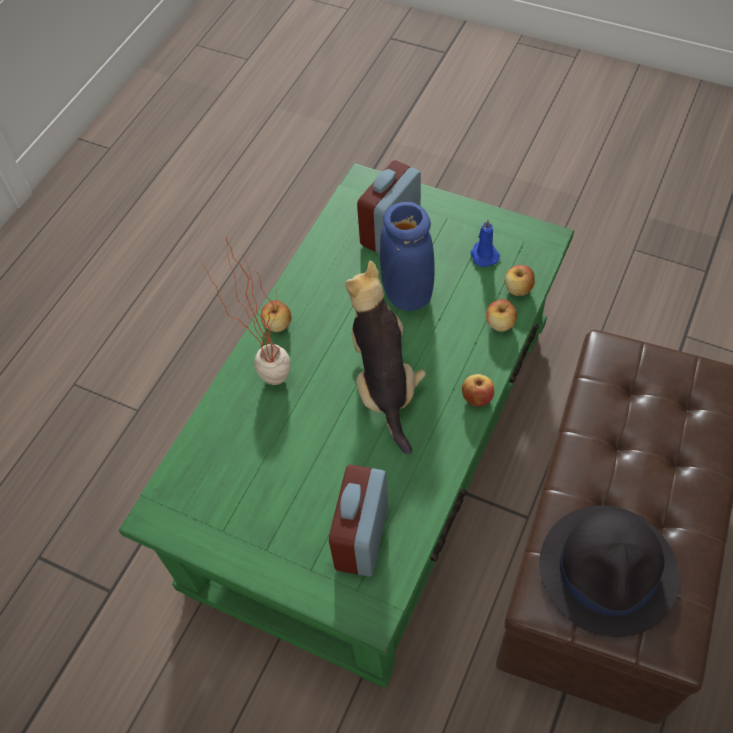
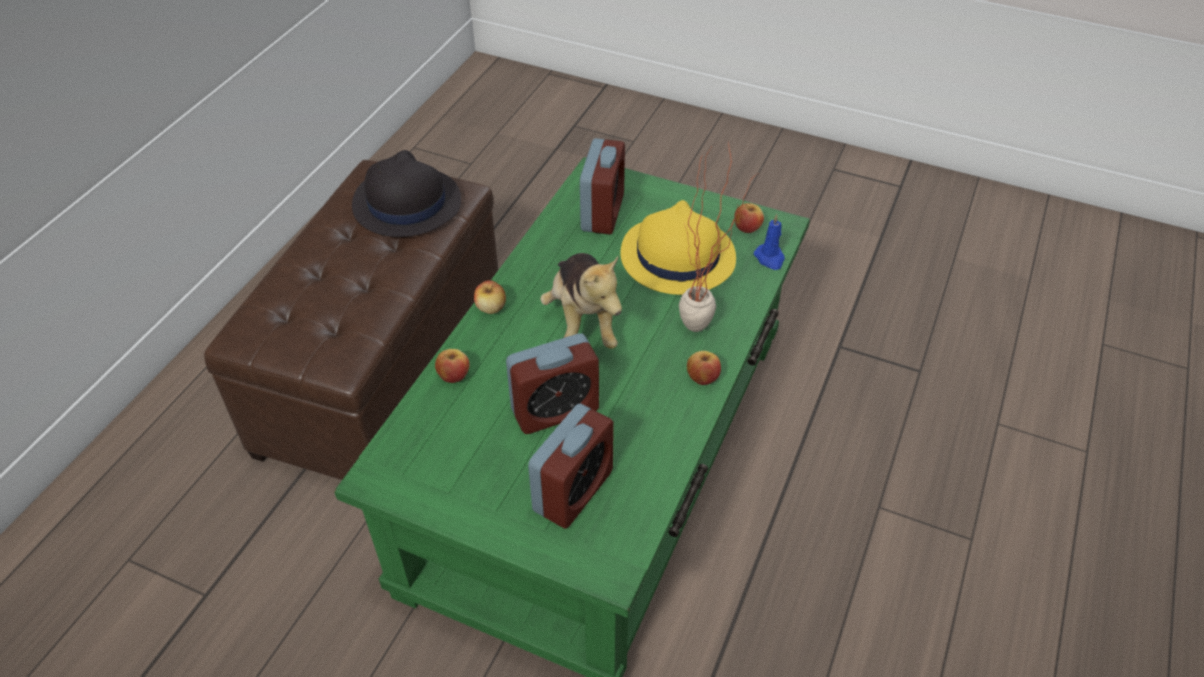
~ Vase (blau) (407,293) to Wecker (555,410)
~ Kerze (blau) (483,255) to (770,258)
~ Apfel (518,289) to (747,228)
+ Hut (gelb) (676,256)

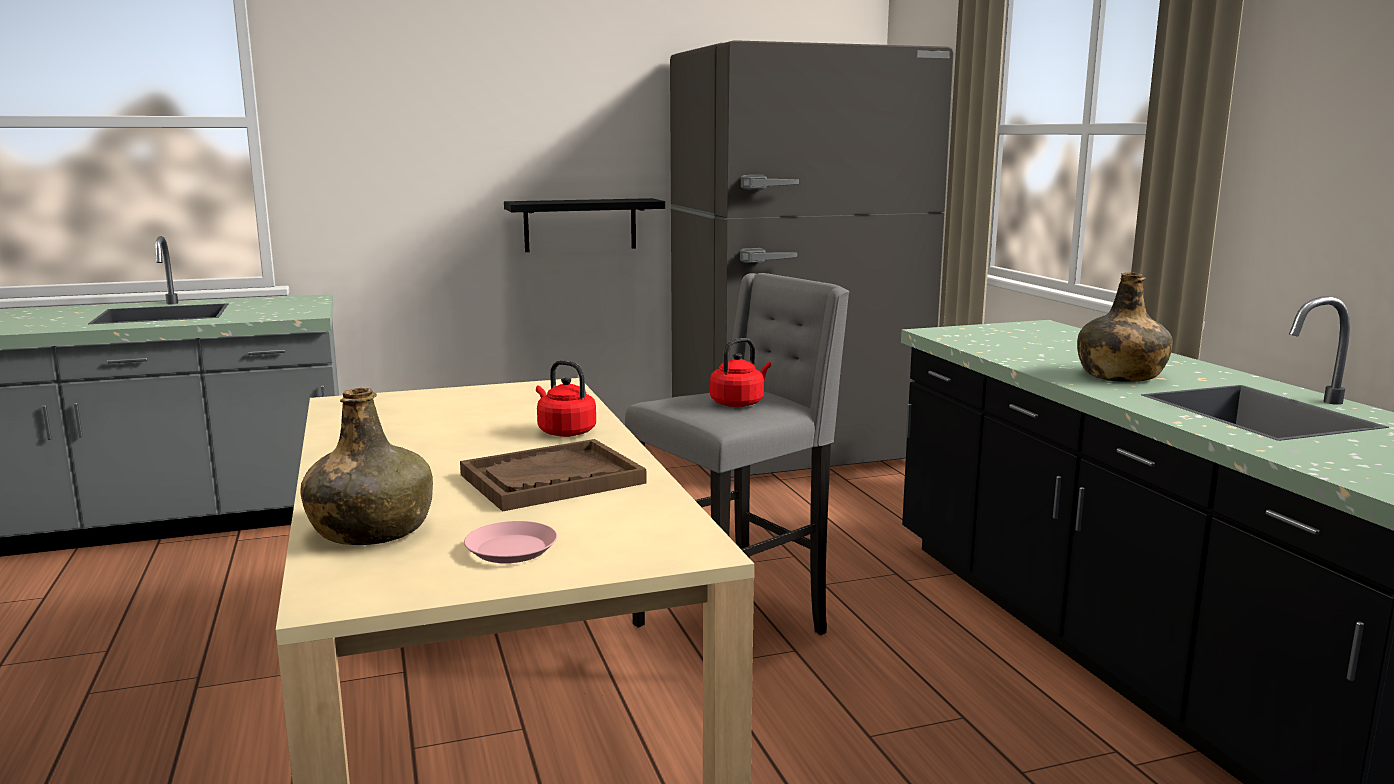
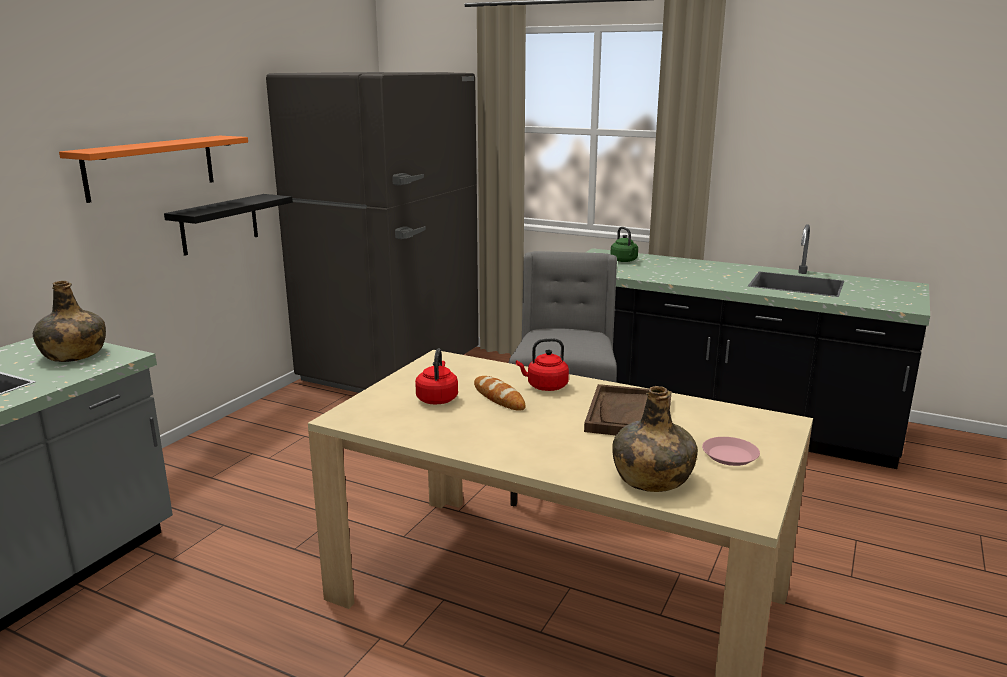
~ Flasche (grün) (1119,376) to (73,355)
~ Wasserkessel (rot) (739,403) to (437,398)
+ Wandregal (orange) (151,167)
+ Wasserkessel (grün) (624,261)
+ Brot (498,397)

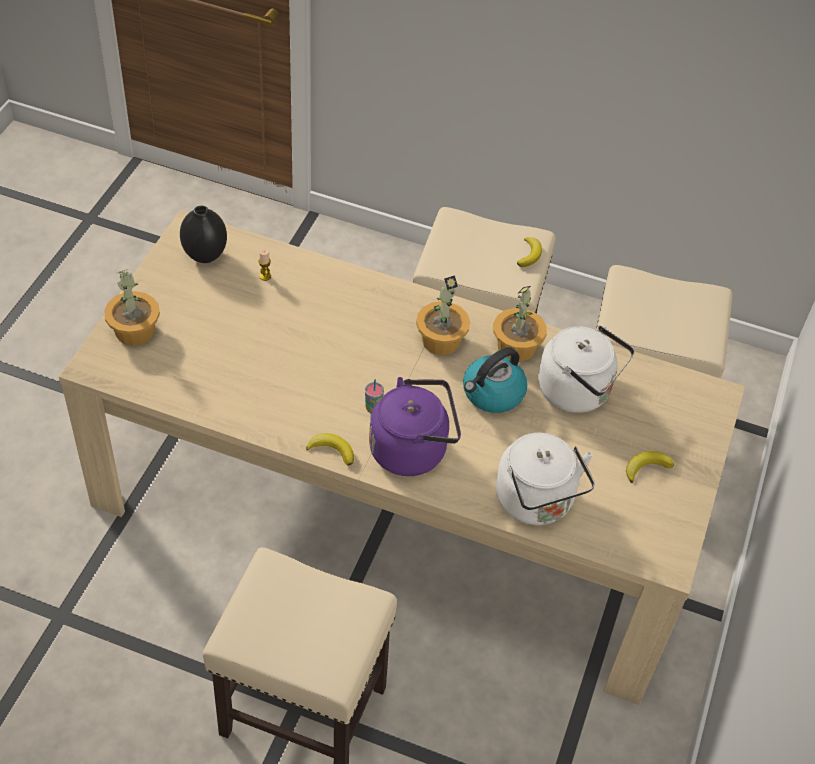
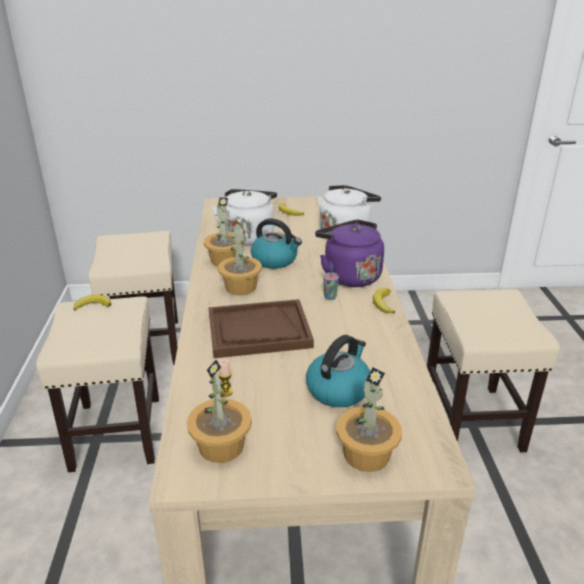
~ Vase (schwarz) (204,256) to Topfpflanze (222,445)
+ Tablett (braun) (258,331)
+ Wasserkessel (338,389)

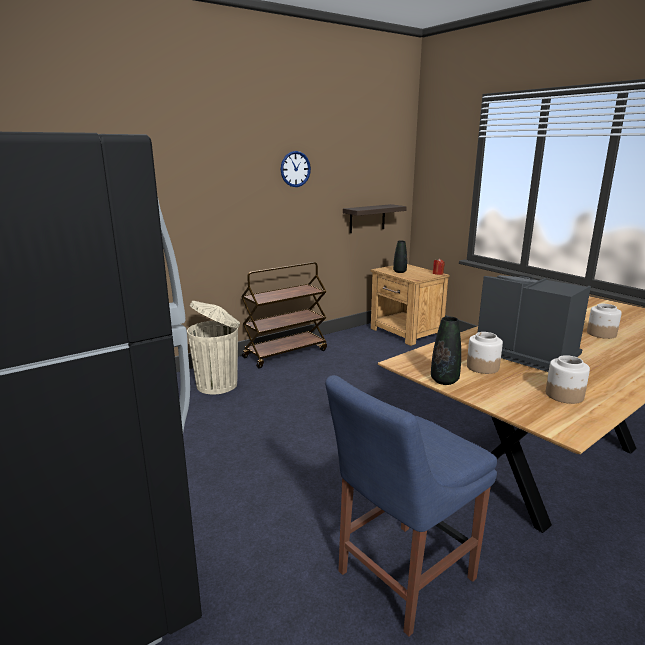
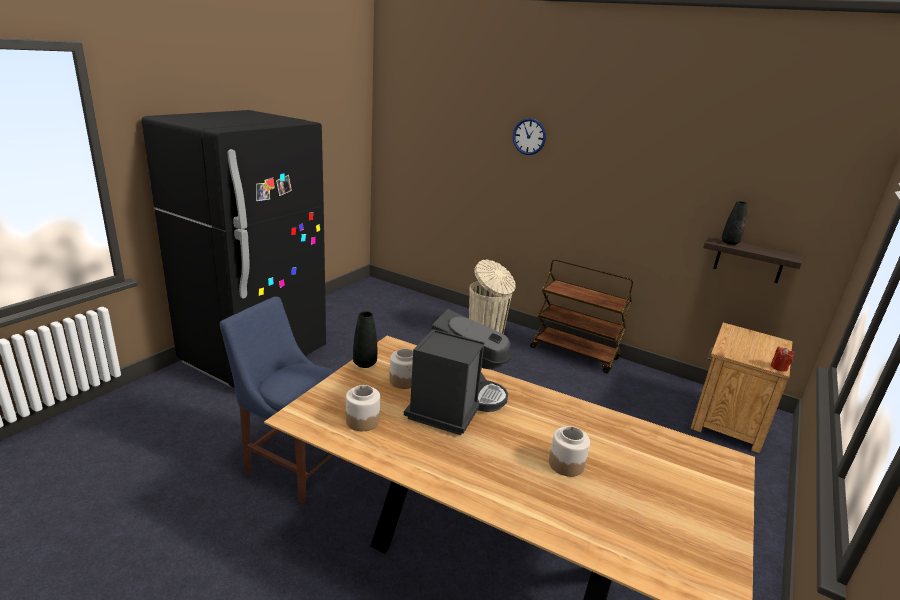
~ Wanduhr (295,169) to (529,136)
~ Vase (schwarz) (399,272) to (730,242)

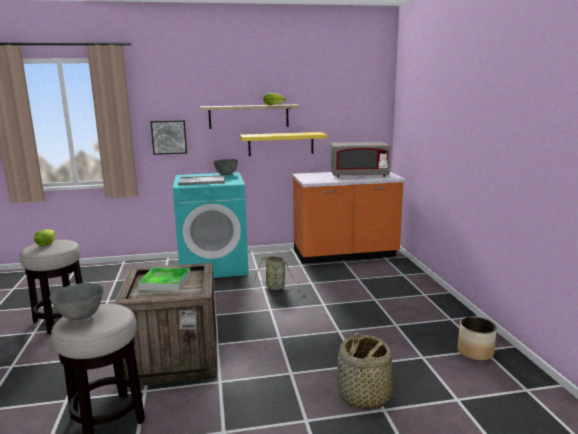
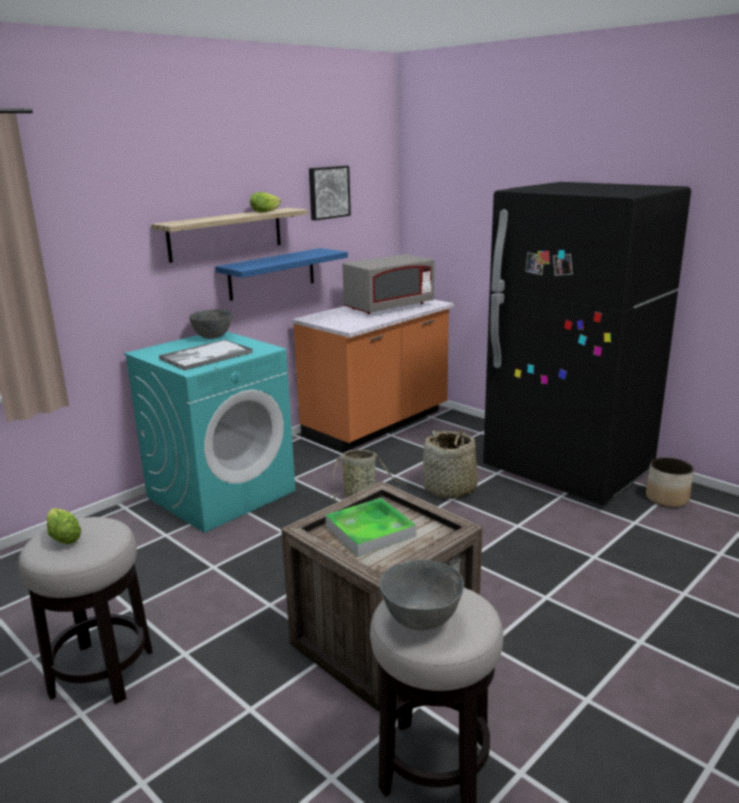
~ Bild (169,137) to (328,192)
~ Wandregal (gelb) (281,144) to Wandregal (blau) (272,274)
~ Korb (364,396) to (450,489)
+ Kühlschrank (schwarz) (567,471)

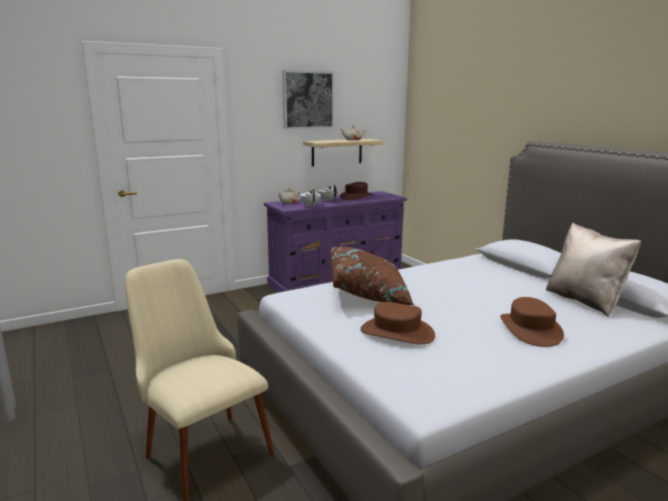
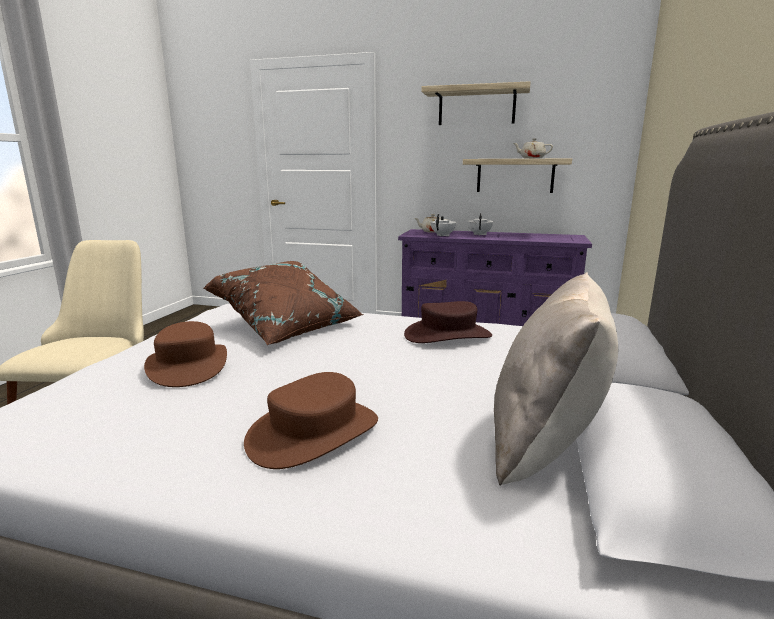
~ Bild (308,100) to Wandregal (476,106)
~ Hut (braun) (356,197) to (447,335)

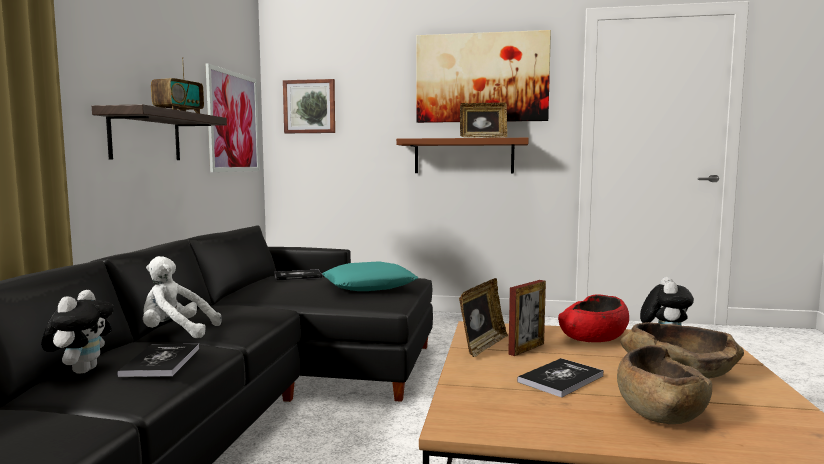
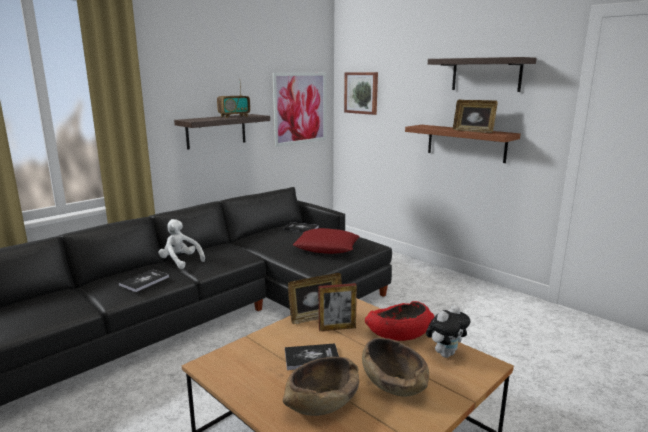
~ Bild (481,78) to Wandregal (486,74)
~ Kissen (türkis) (369,285) to Kissen (rot) (327,247)
- Plüschtier (82,370)

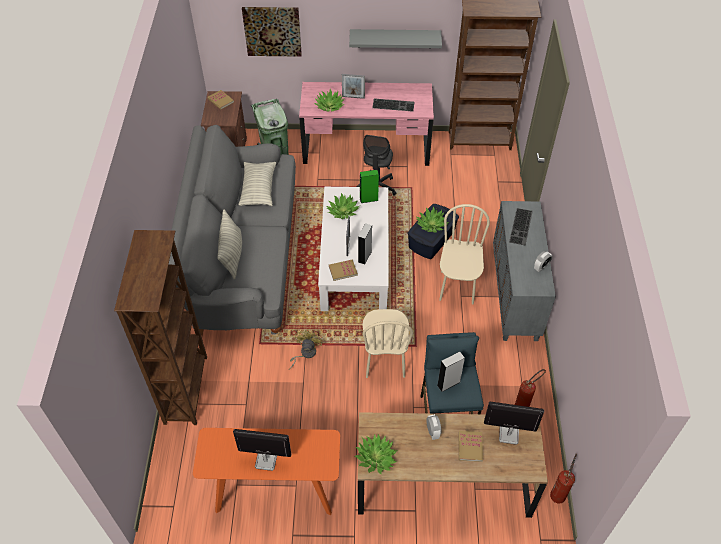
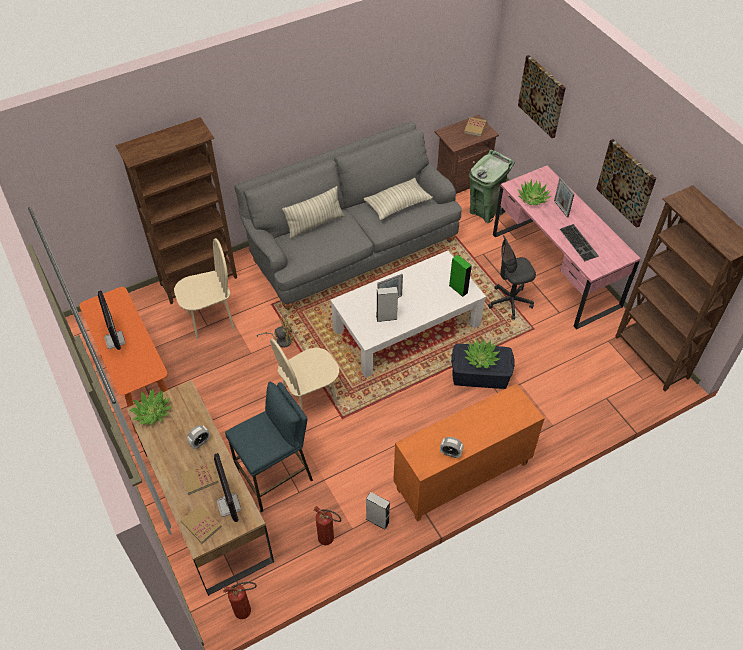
~ Wandregal (grau) (395,38) to Bild (626,183)
- Topfpflanze (343,211)
~ Schrank (grau) (515,295) to Schrank (orange) (462,477)
~ Stuhl (beige) (457,287) to (211,321)
- Tastatur (521,227)
~ Buch (343,271) to (201,524)
~ Lautsprecher (grau) (448,383) to (377,521)

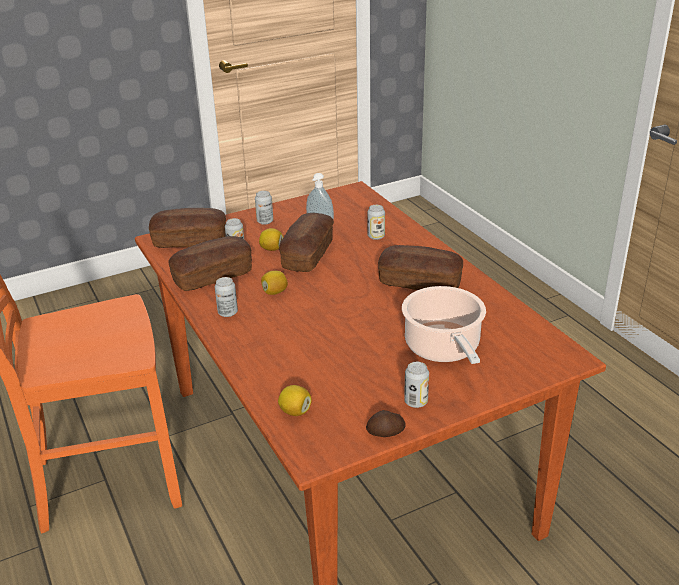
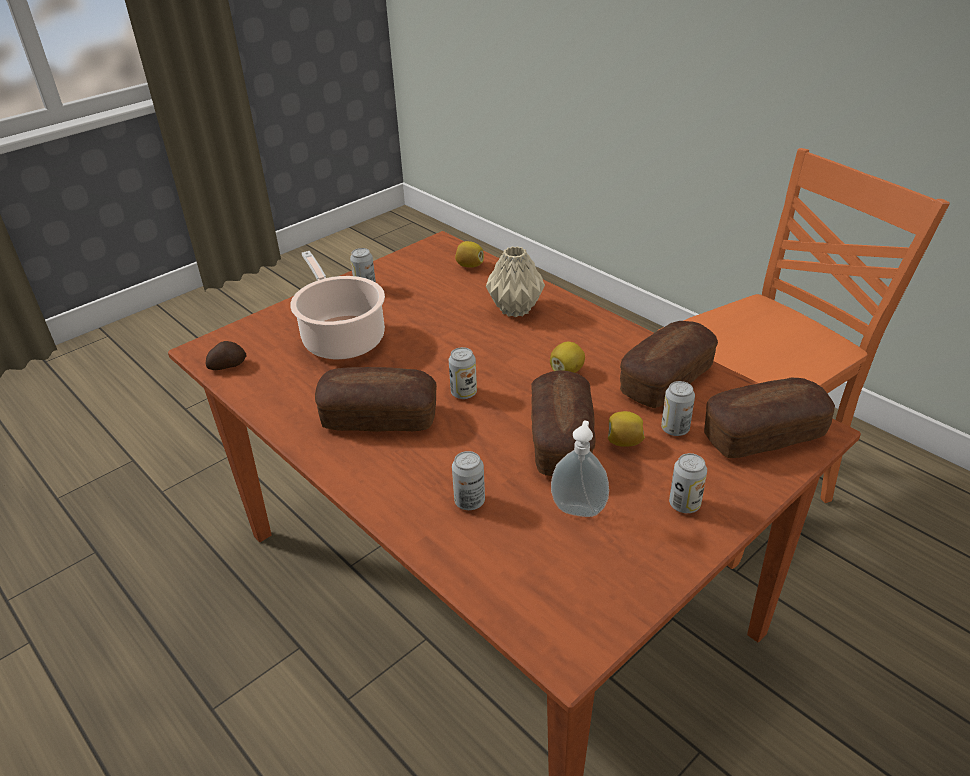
~ Dose (227,312) to (464,393)
~ Kartoffel (386,433) to (227,365)
+ Vase (beige) (514,310)

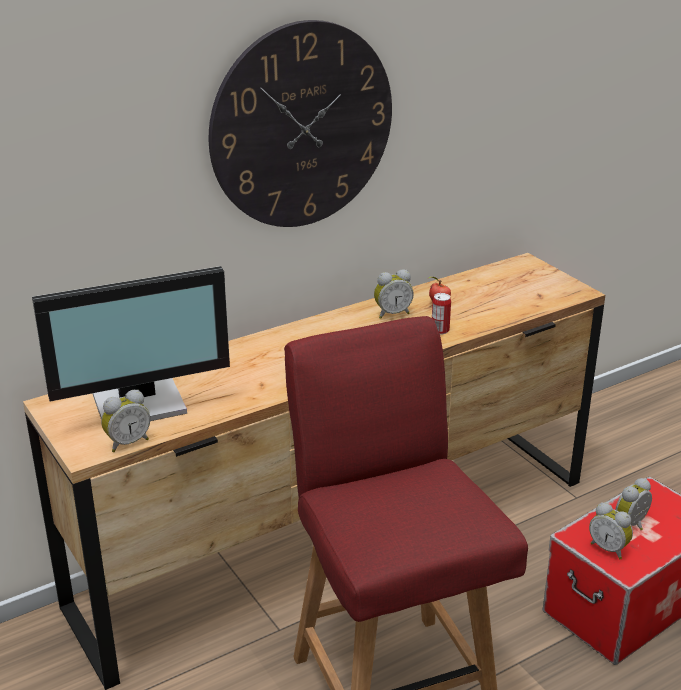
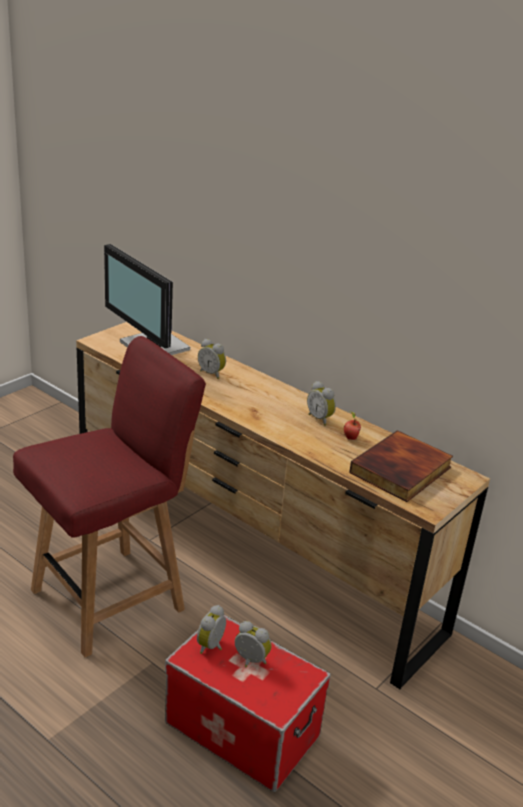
- Wanduhr (302,126)
- Dose (440,330)
~ Wecker (127,442) to (212,373)
+ Buch (402,471)

